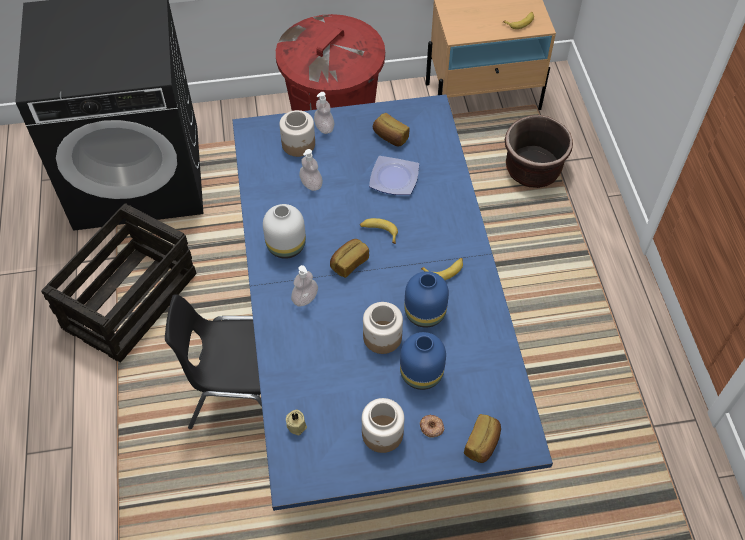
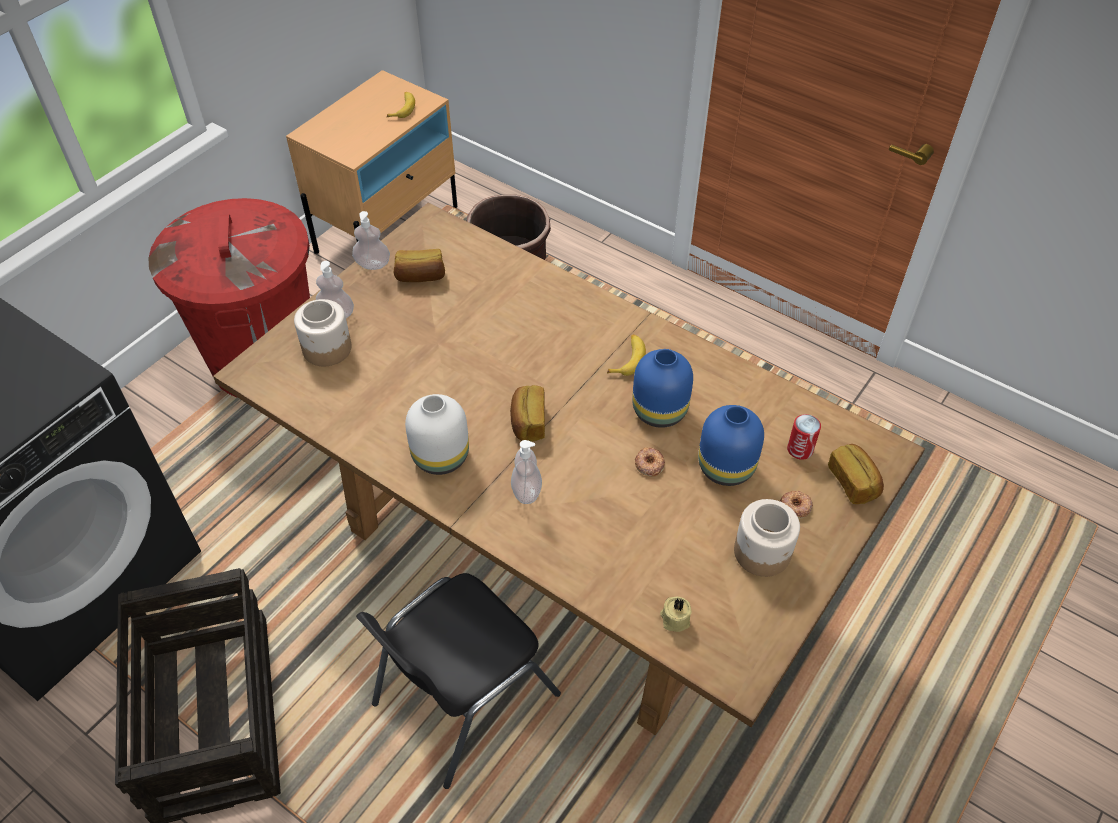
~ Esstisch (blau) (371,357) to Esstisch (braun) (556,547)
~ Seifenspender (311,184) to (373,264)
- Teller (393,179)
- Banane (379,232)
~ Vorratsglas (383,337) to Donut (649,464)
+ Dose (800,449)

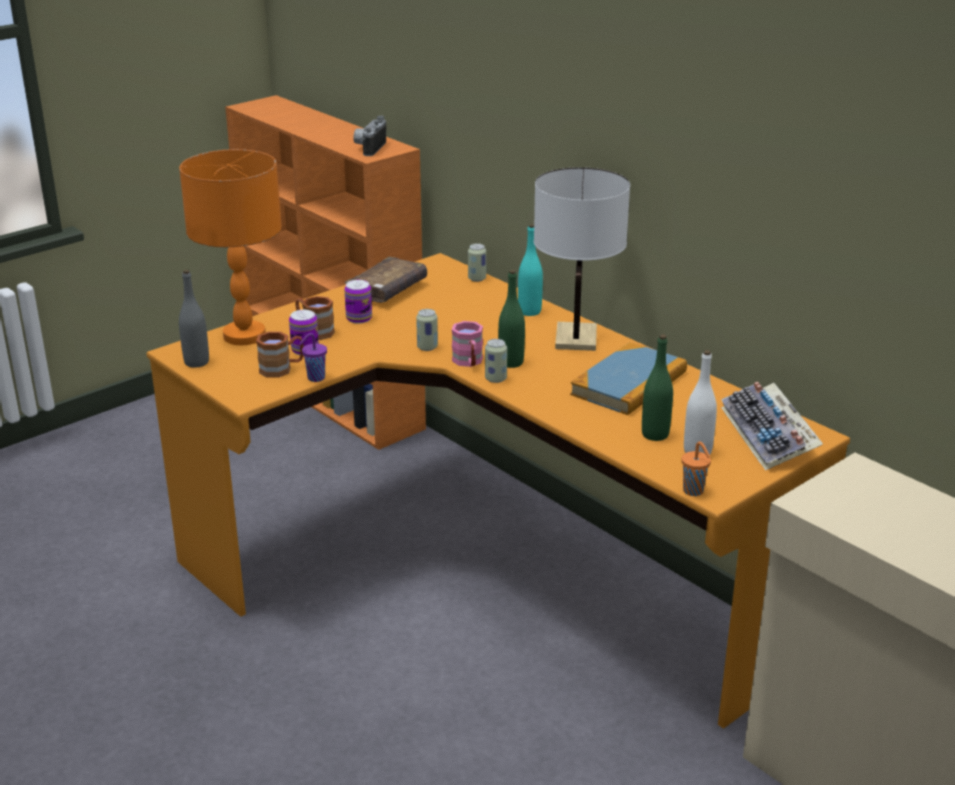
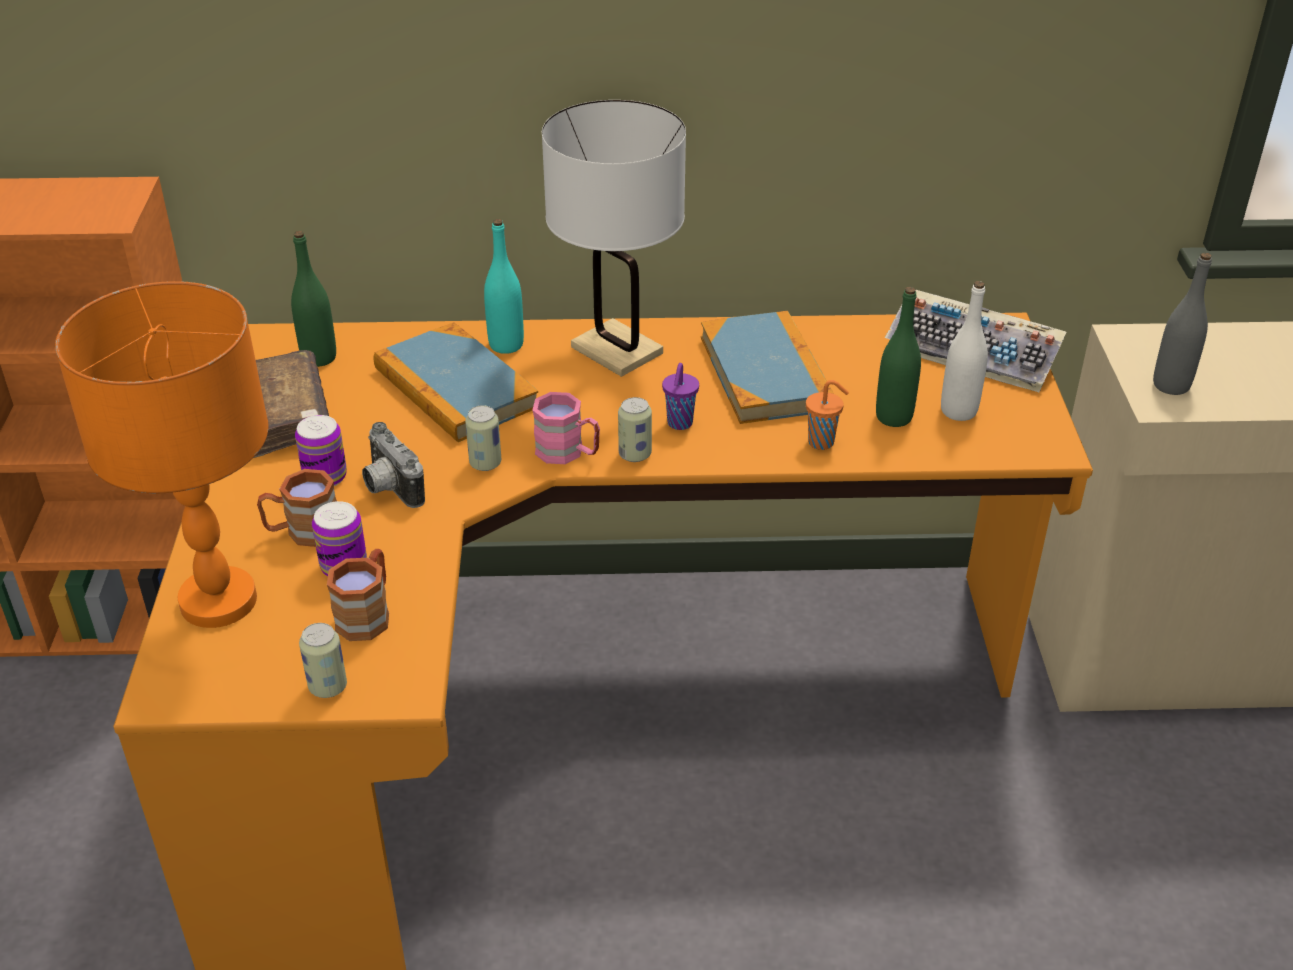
~ Kamera (369,148) to (388,488)
~ Dose (477,279) to (328,686)
~ Flasche (grau) (196,362) to (1171,385)
~ Flasche (grün) (511,362) to (319,358)
~ Tasse (lila) (315,378) to (679,424)
~ Tasse (orange) (694,491) to (823,442)
+ Buch (455,388)

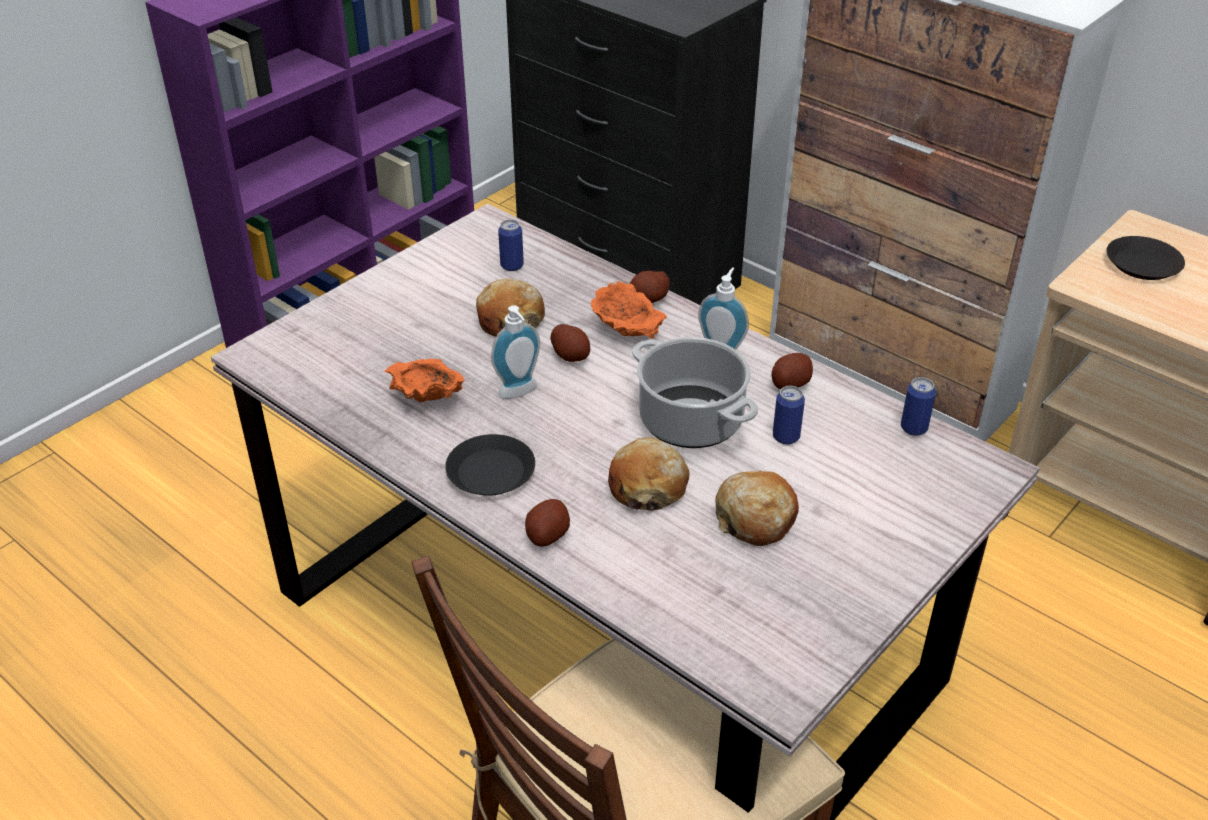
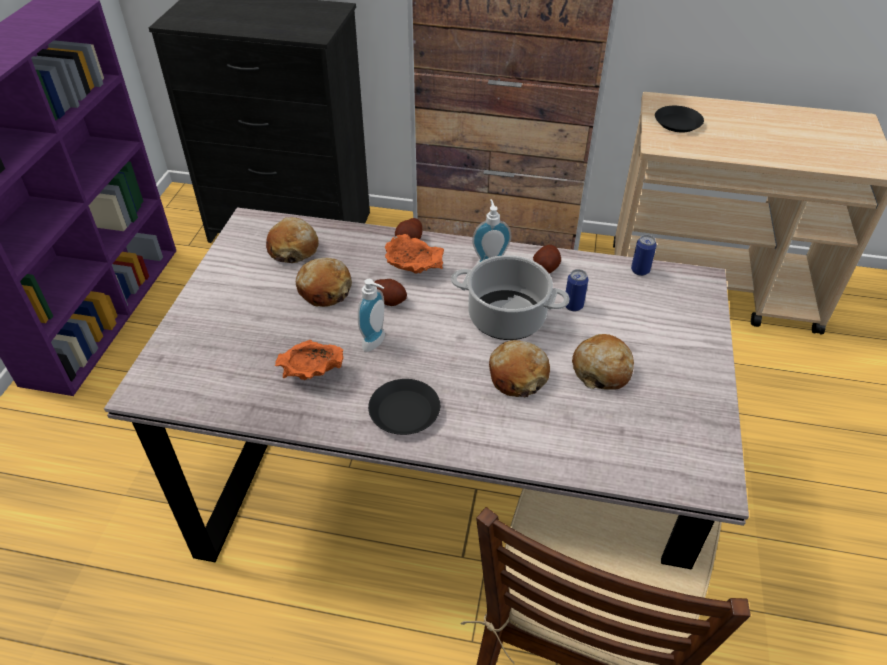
~ Dose (512,266) to Brot (293,248)
- Kartoffel (547,535)

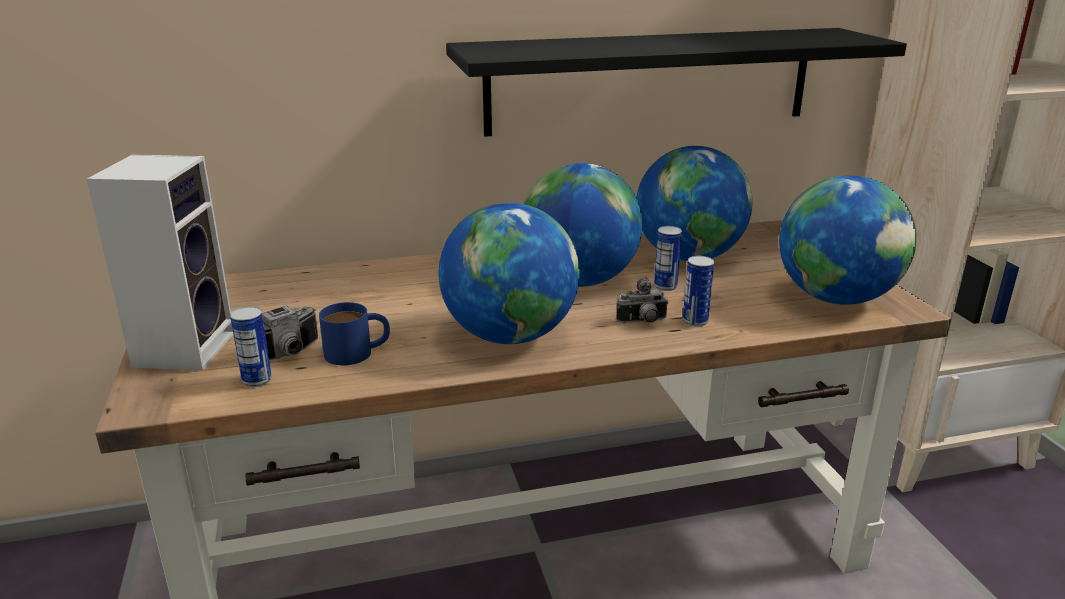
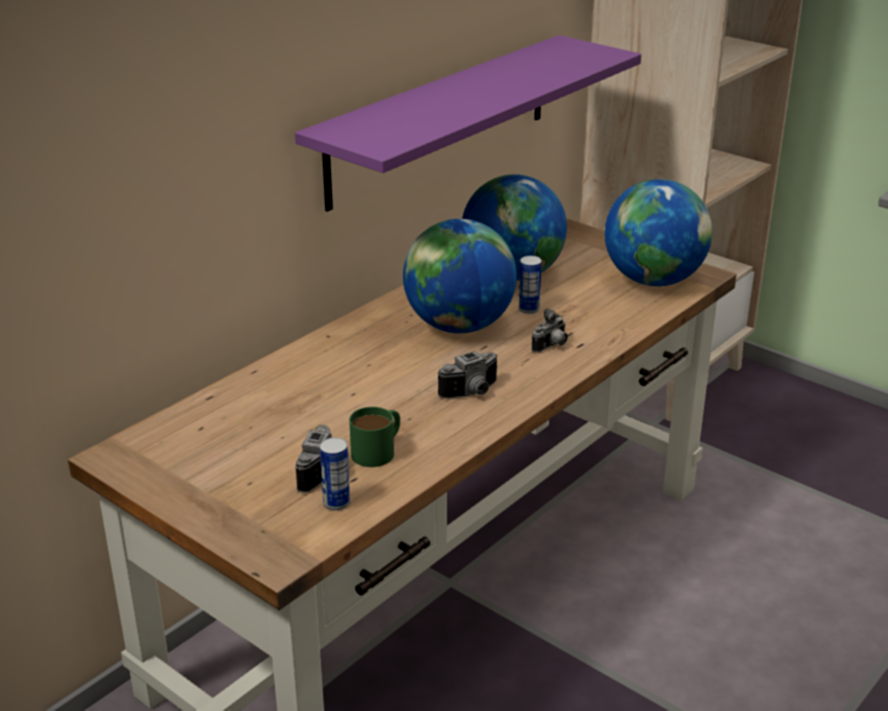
~ Wandregal (schwarz) (650,81) to Wandregal (lila) (440,120)
- Lautsprecher (184,347)
~ Globus (509,336) to Kamera (473,393)
- Dose (695,321)
~ Henkelbecher (blau) (357,352) to Henkelbecher (grün) (379,450)

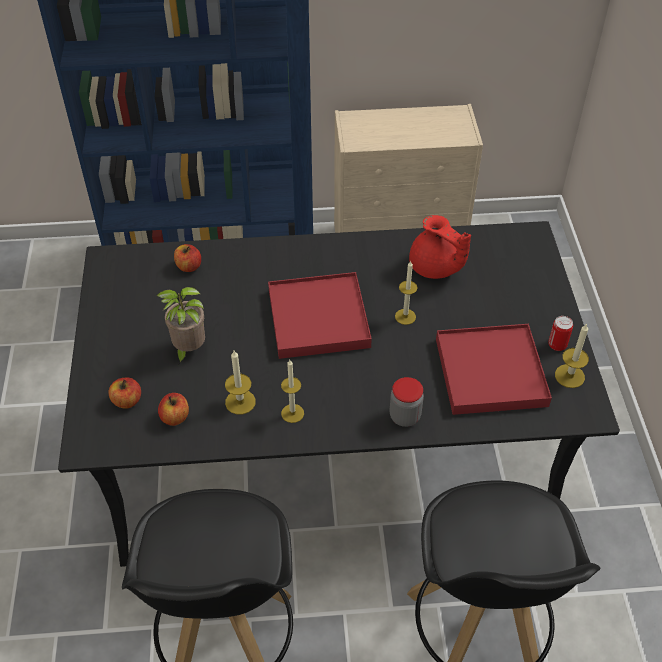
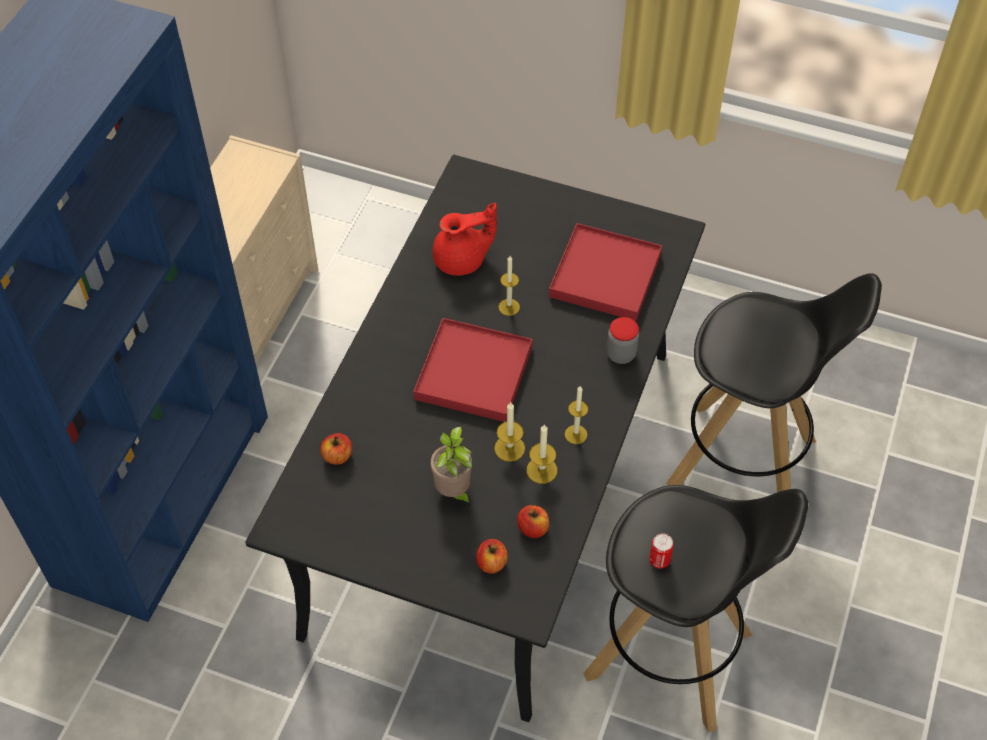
~ Dose (557,345) to (659,560)
~ Kerze (569,376) to (509,448)

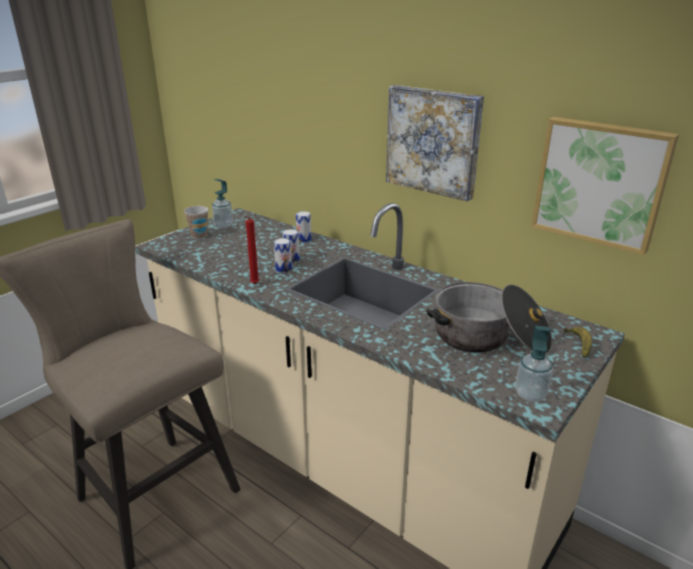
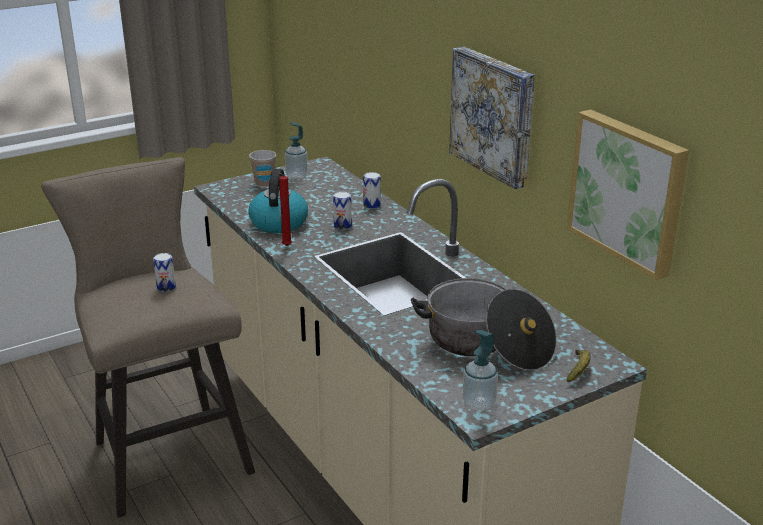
~ Dose (283,269) to (166,287)
+ Wasserkessel (278,222)

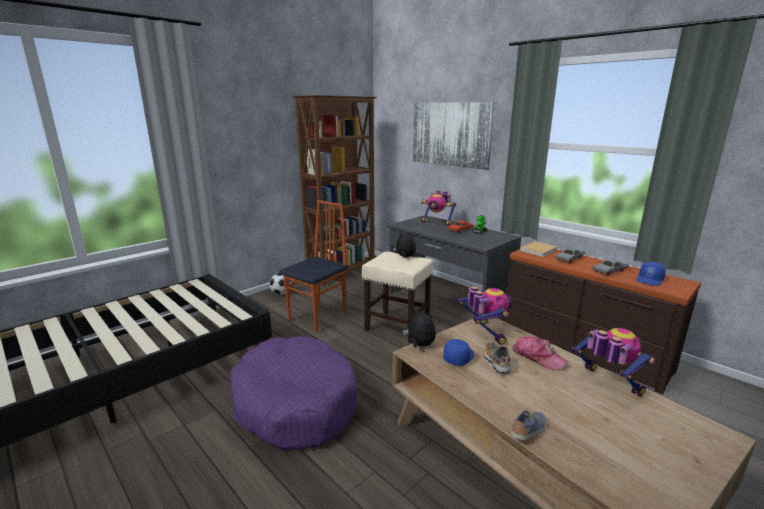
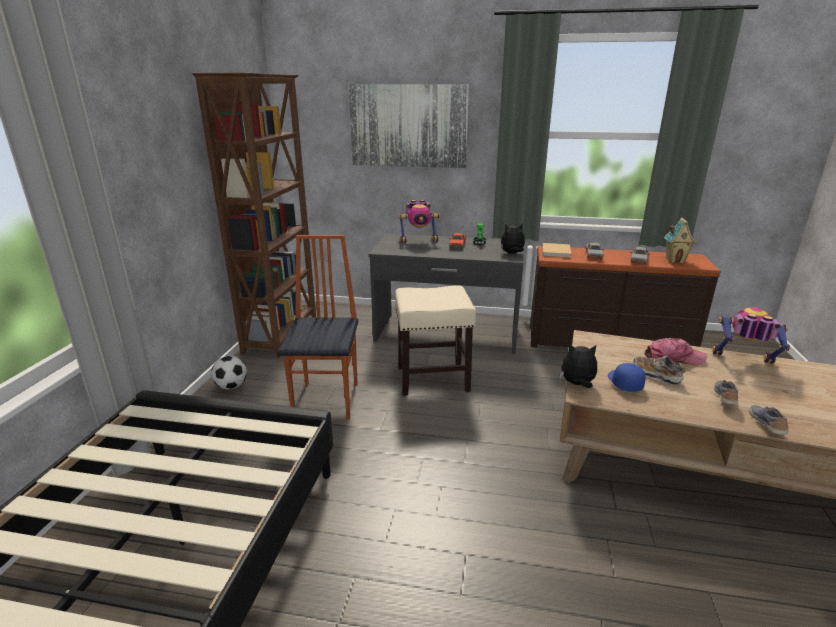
~ Plüschtier (405,257) to (512,253)
~ Kappe (blau) (650,280) to Spielzeughaus (675,260)
- Spielzeugroboter (484,333)
- Hundebett (lila) (295,403)
+ Schuh (725,398)

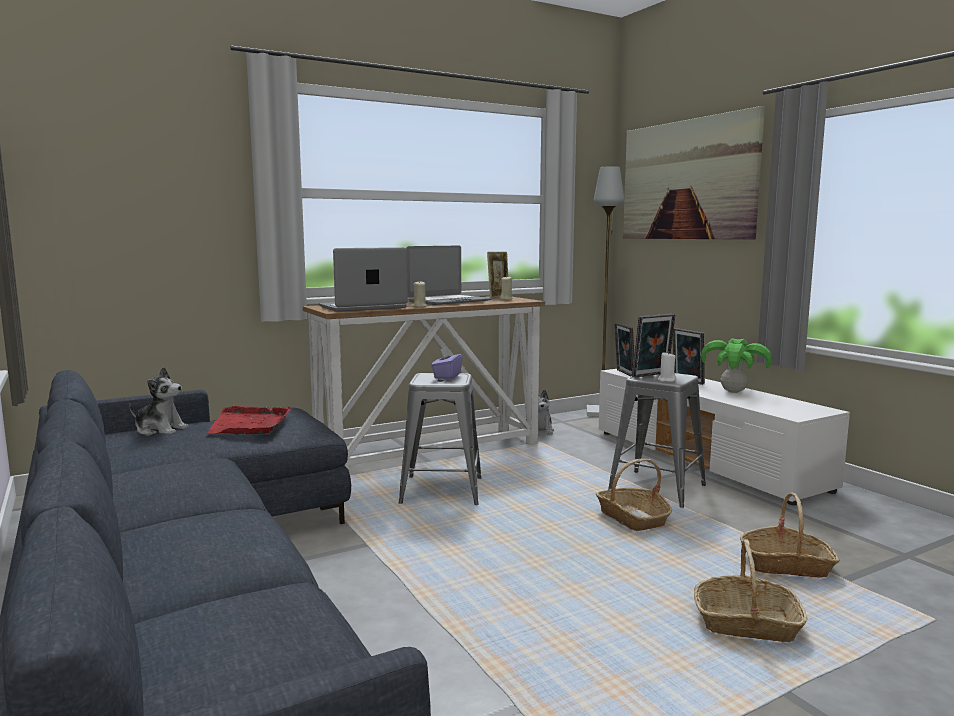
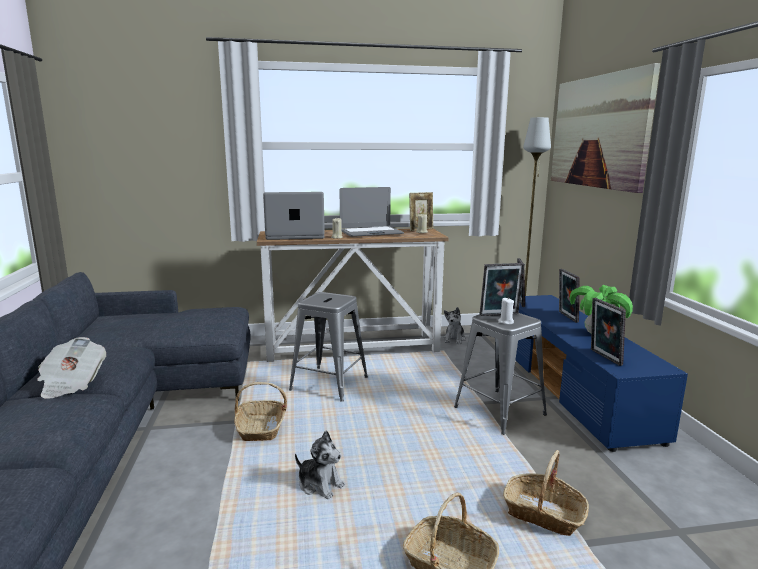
- Taschentuchbox (lila) (447,376)
~ Plüschtier (160,430) to (320,485)
~ Fernsehschrank (weiß) (706,460) to Fernsehschrank (blau) (571,389)
- Tablett (rot) (249,424)
~ Korb (633,518) to (261,428)
+ Bilderrahmen (603,357)
+ Zeitung (72,383)

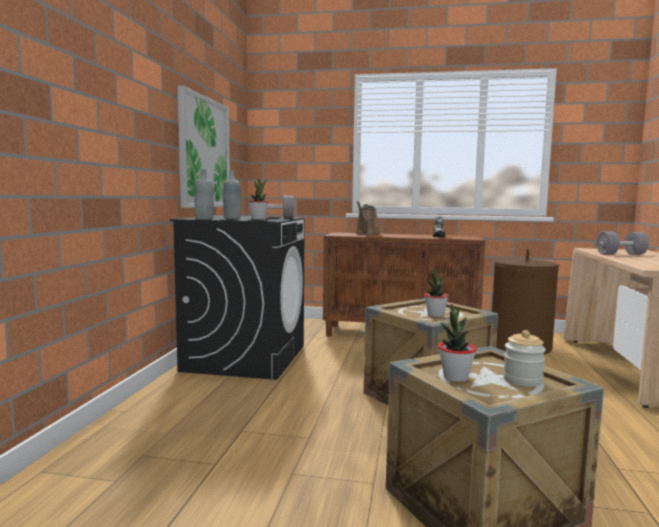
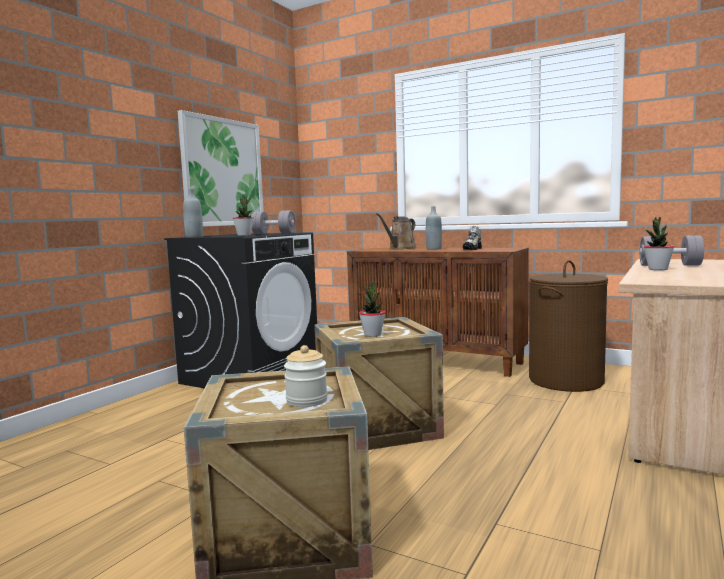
~ Flasche (grau) (232,218) to (434,249)
~ Topfpflanze (455,377) to (657,269)

